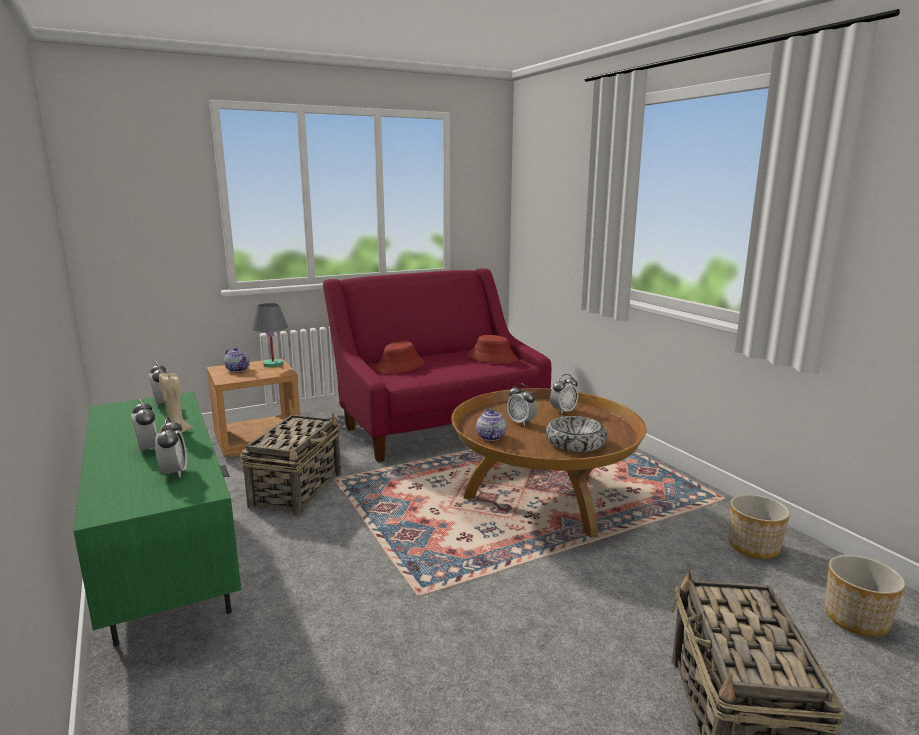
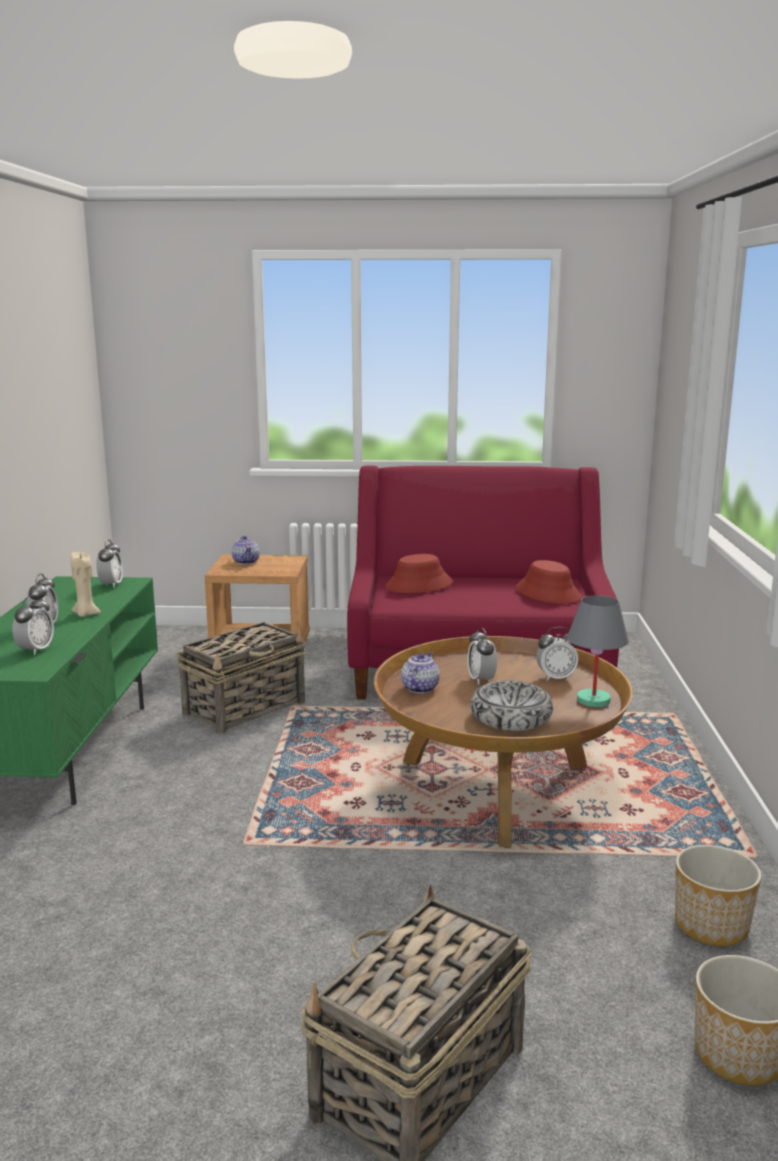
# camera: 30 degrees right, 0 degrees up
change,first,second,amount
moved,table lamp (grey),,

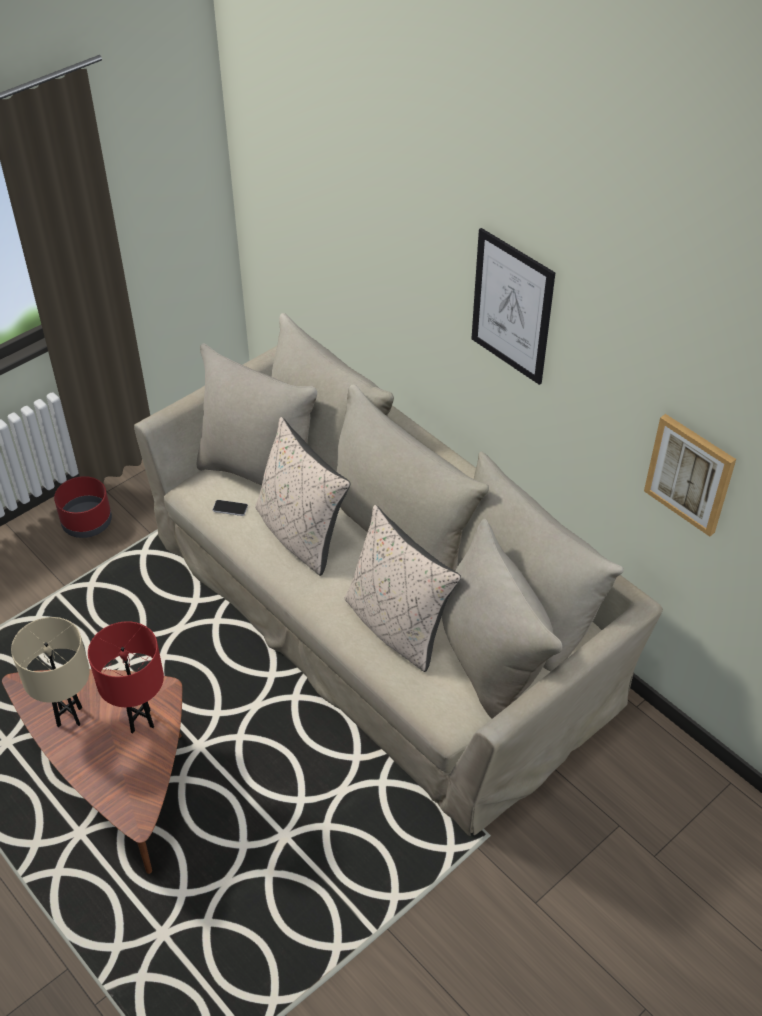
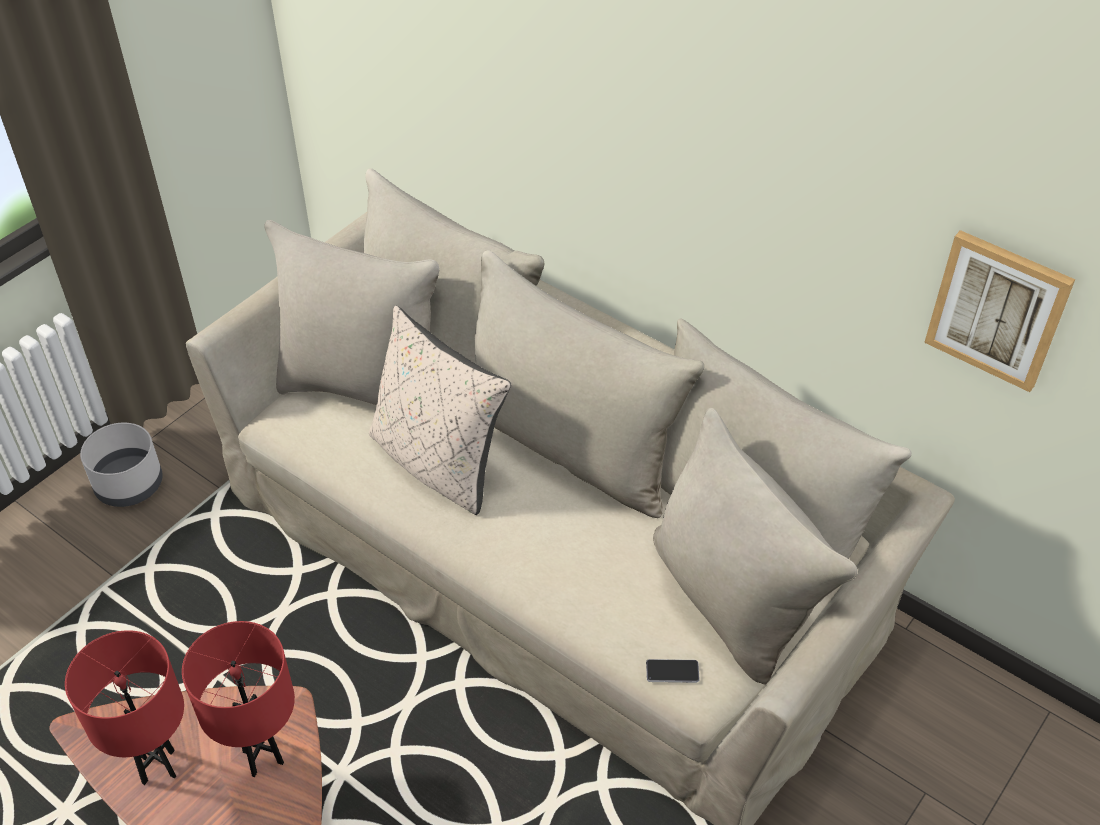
# camera: 10 degrees left, 0 degrees up
change,first,second,amount
recoloured,table lamp (beige),table lamp (red) (1st from left),
recoloured,planter (red),planter (grey),
moved,phone,,
removed,pillow (beige) (2nd from left),,
removed,picture (1st from left),,

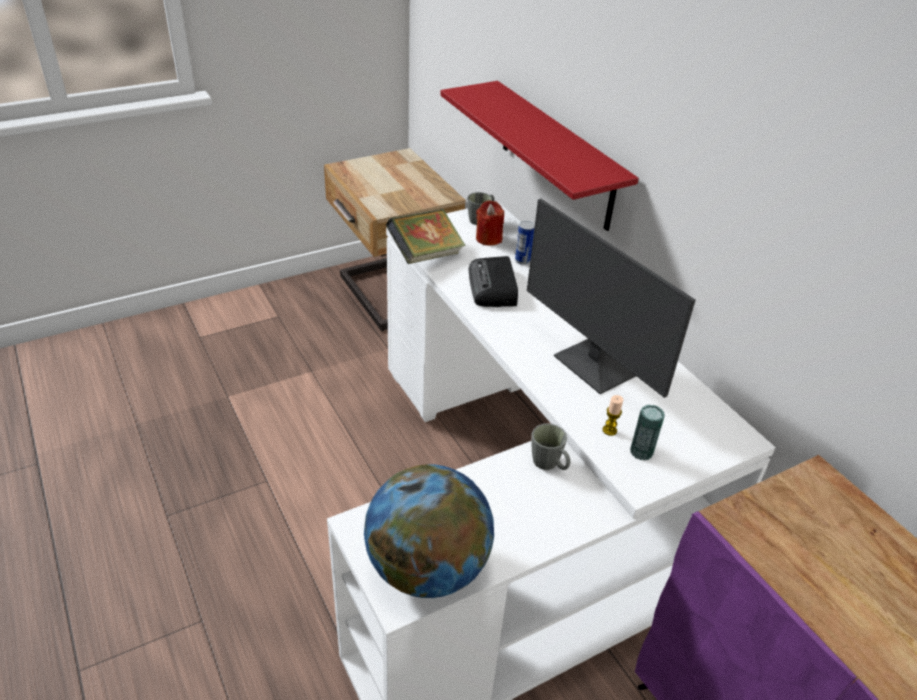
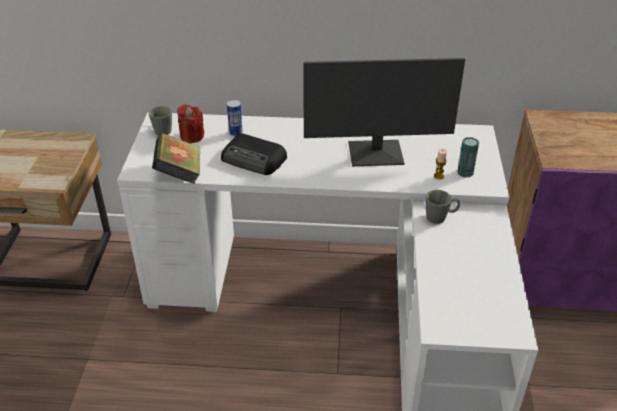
# camera: 55 degrees left, 0 degrees up
change,first,second,amount
removed,globe,,
removed,shelf (red),,

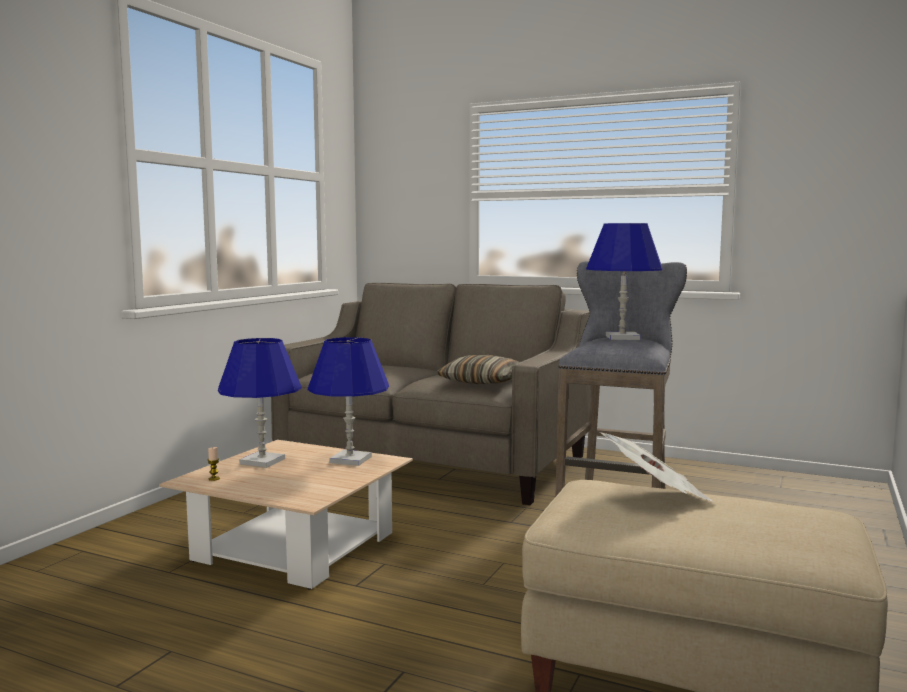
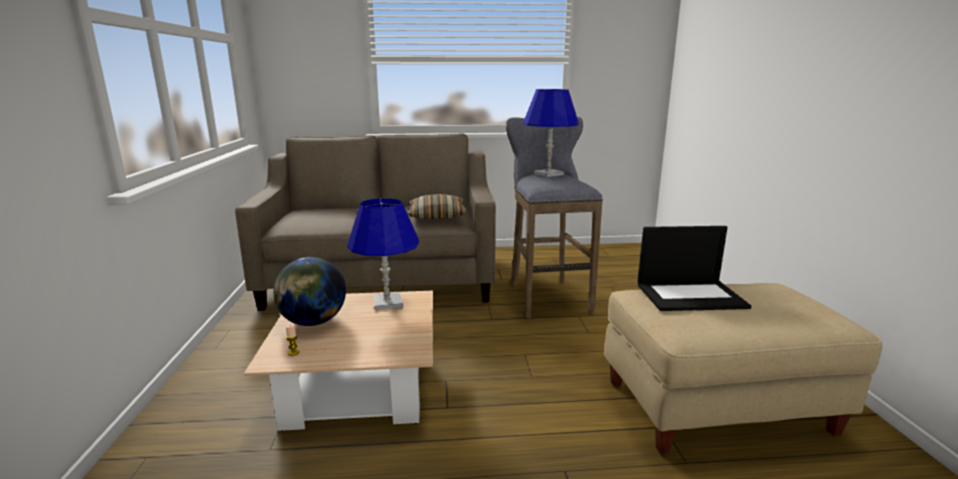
# camera: 30 degrees left, 10 degrees up
change,first,second,amount
replaced,table lamp (blue) (1st from left),globe,
replaced,newspaper,laptop,

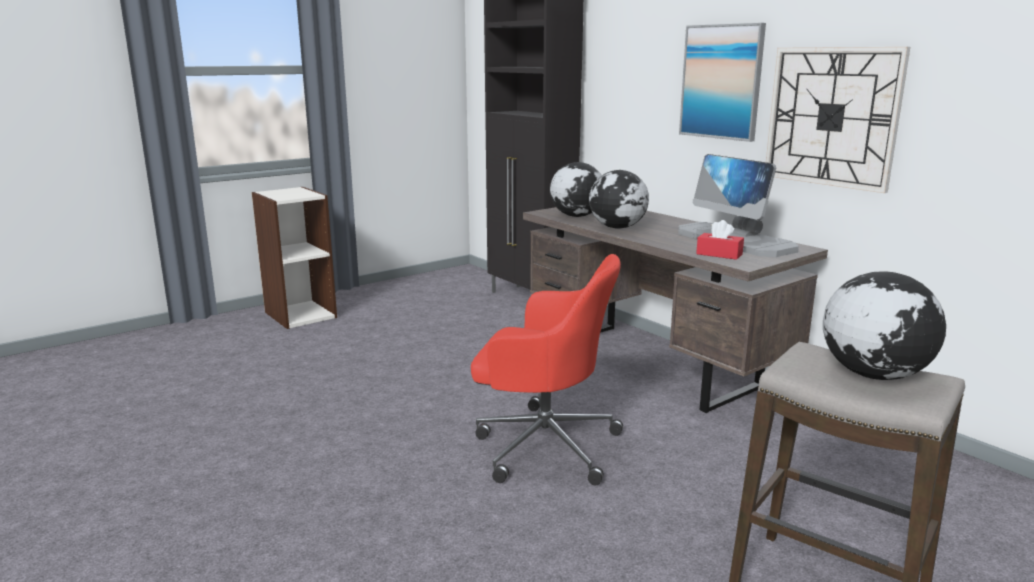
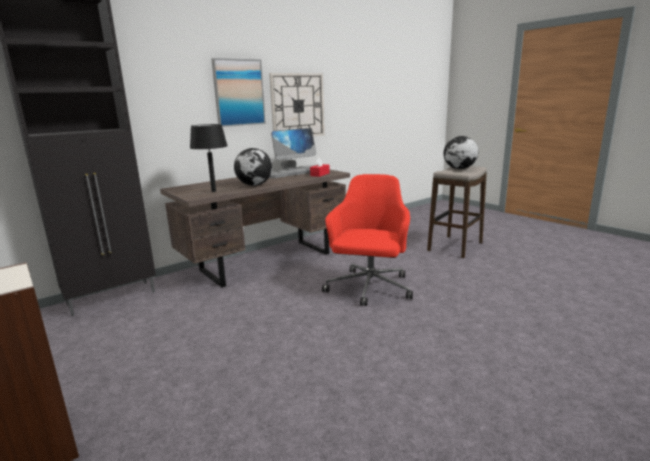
# camera: 90 degrees left, 0 degrees up
change,first,second,amount
replaced,globe (1st from left),table lamp (black),

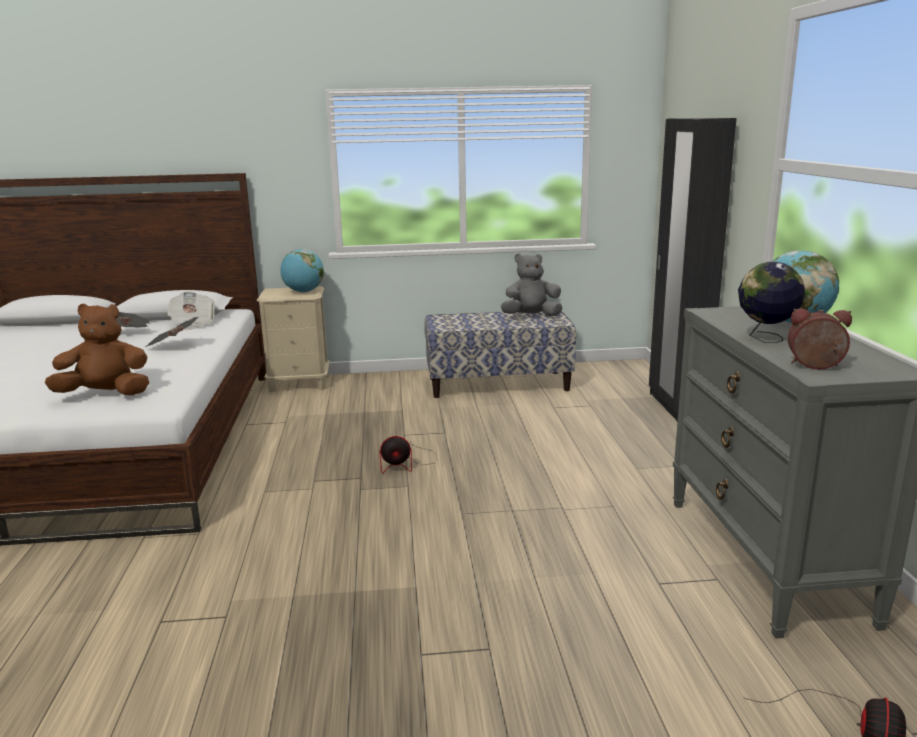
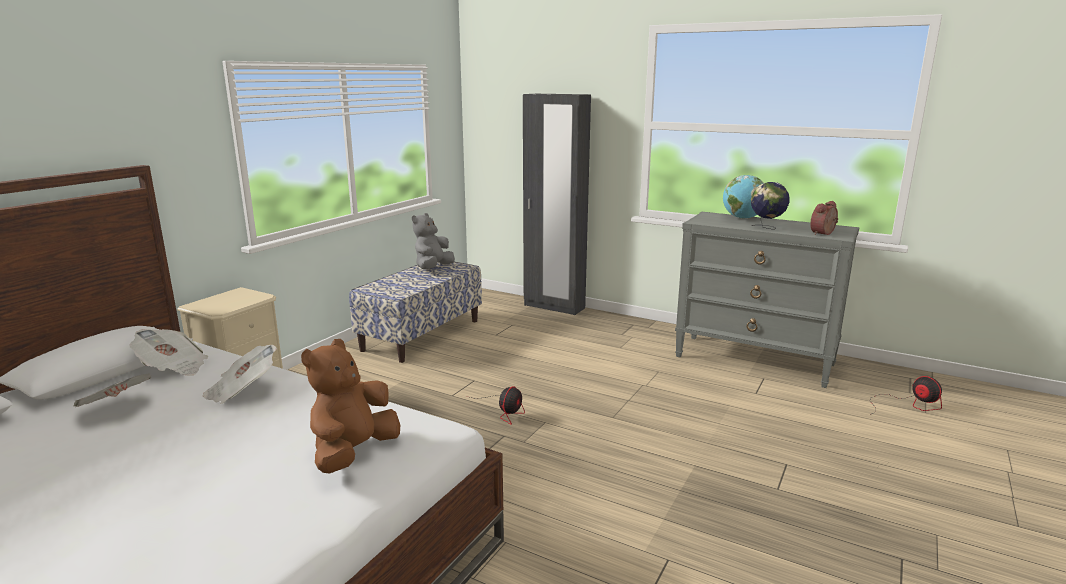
# camera: 55 degrees left, 0 degrees up
change,first,second,amount
removed,globe (1st from left),,

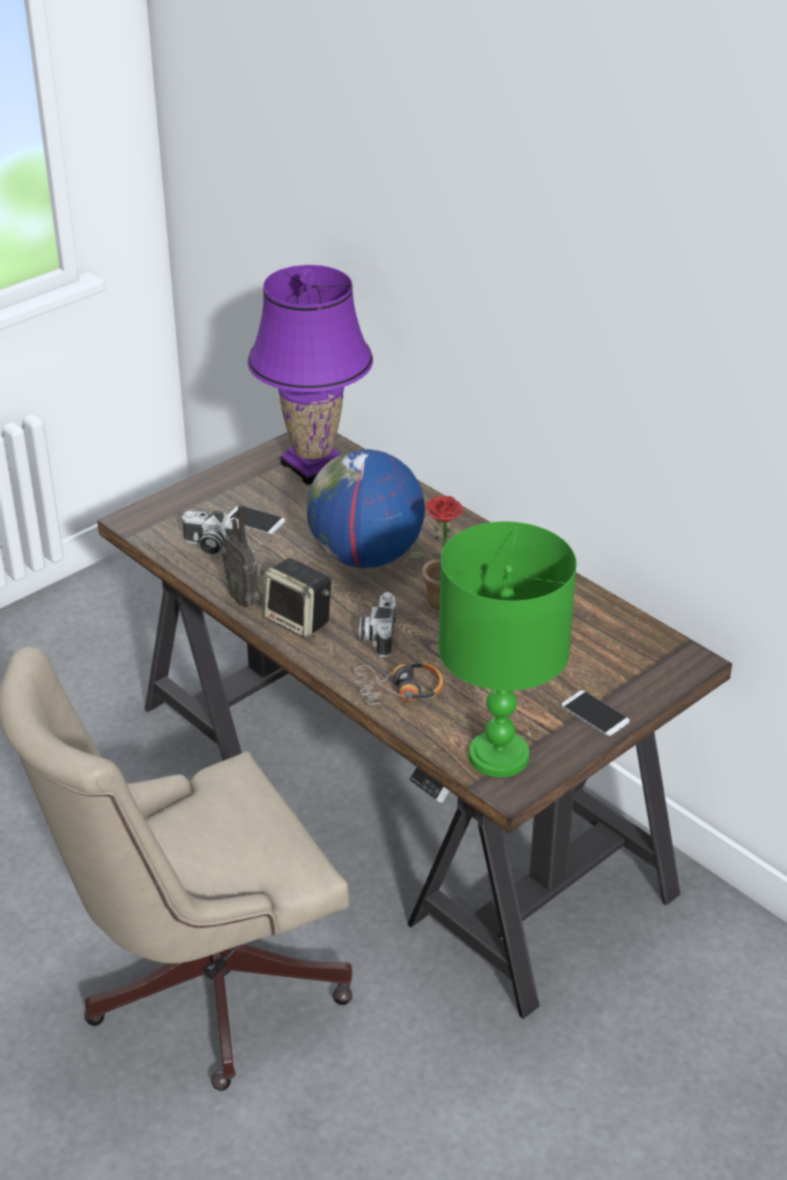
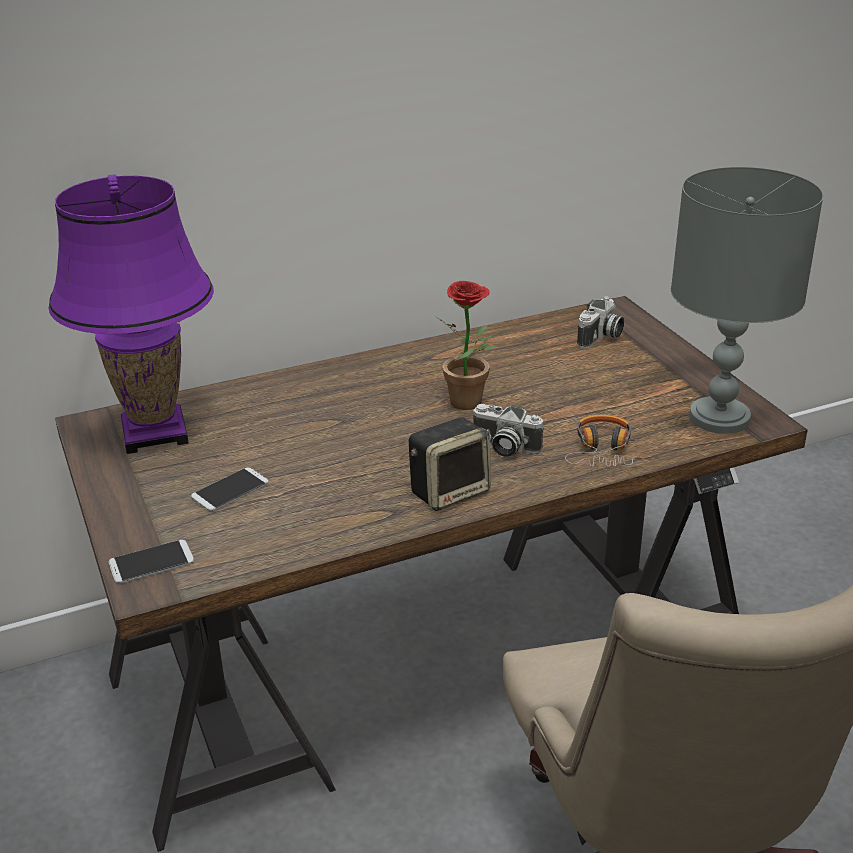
# camera: 70 degrees left, 5 degrees down
change,first,second,amount
moved,phone (2nd from left in the first image),phone (1st from left),
moved,photo camera (1st from left in the first image),photo camera (2nd from left),
recoloured,table lamp (green),table lamp (grey),
removed,radio,,
removed,globe,,

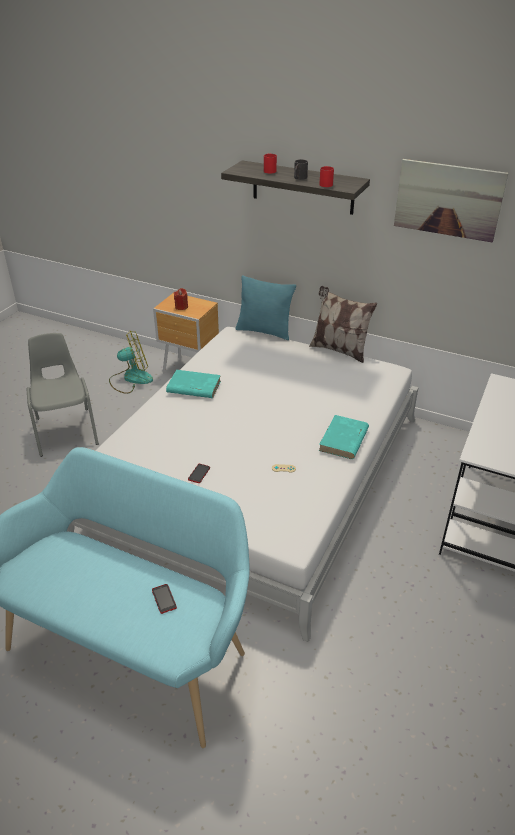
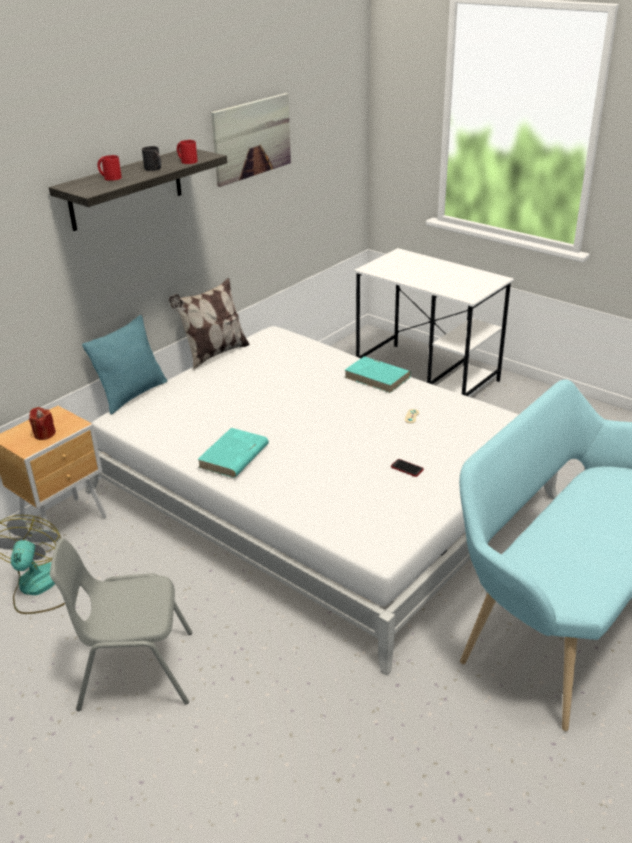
# camera: 75 degrees left, 5 degrees down
change,first,second,amount
removed,phone (1st from left),,

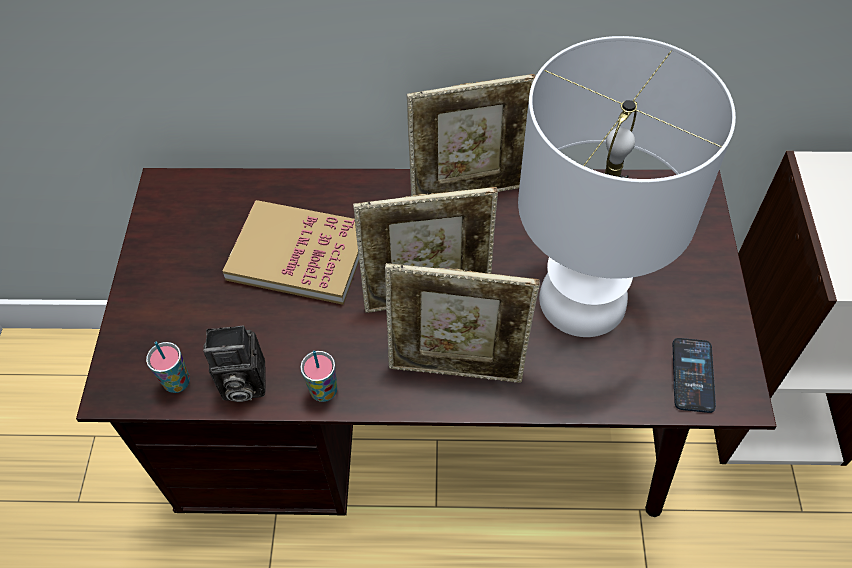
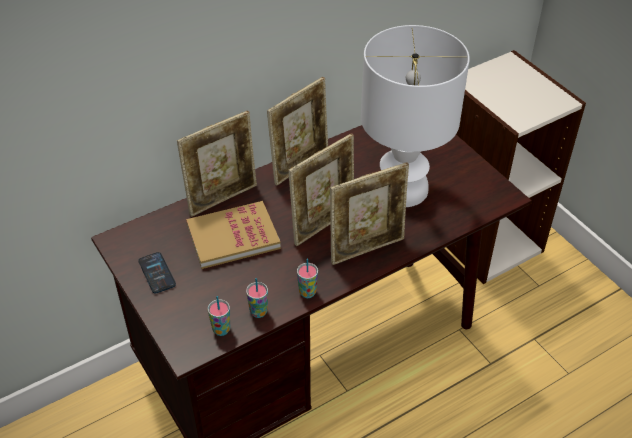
# camera: 35 degrees left, 10 degrees down
change,first,second,amount
moved,phone,,
added,,picture frame (1st from left),
replaced,photo camera,cup (2nd from left),

